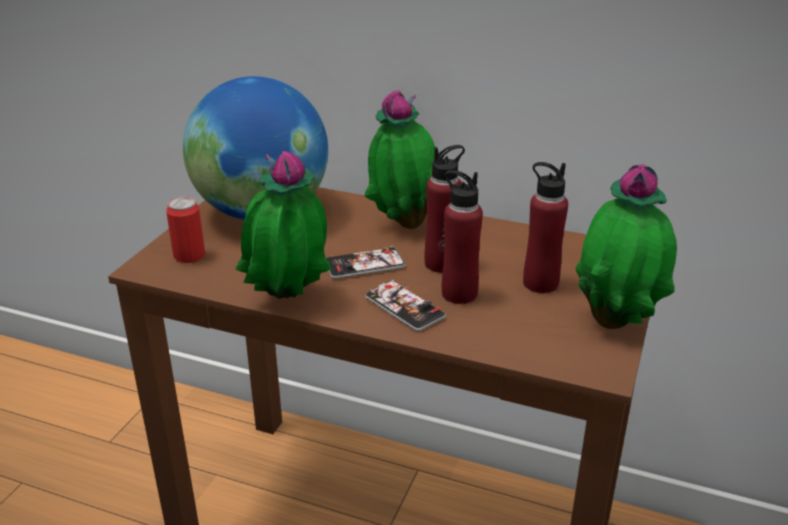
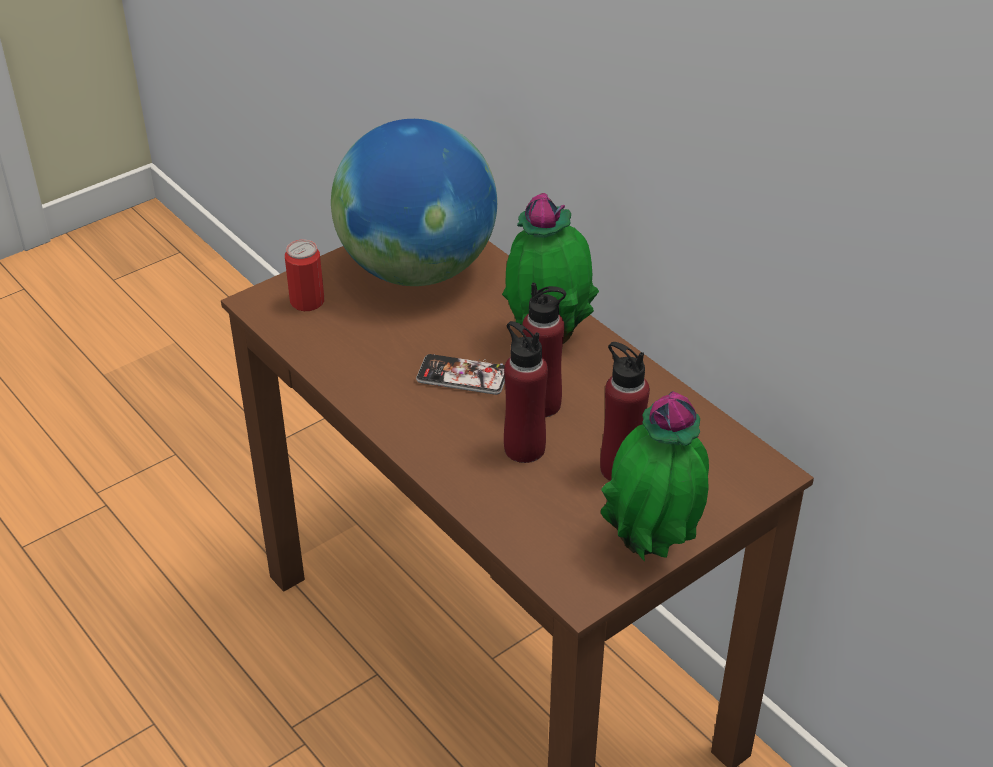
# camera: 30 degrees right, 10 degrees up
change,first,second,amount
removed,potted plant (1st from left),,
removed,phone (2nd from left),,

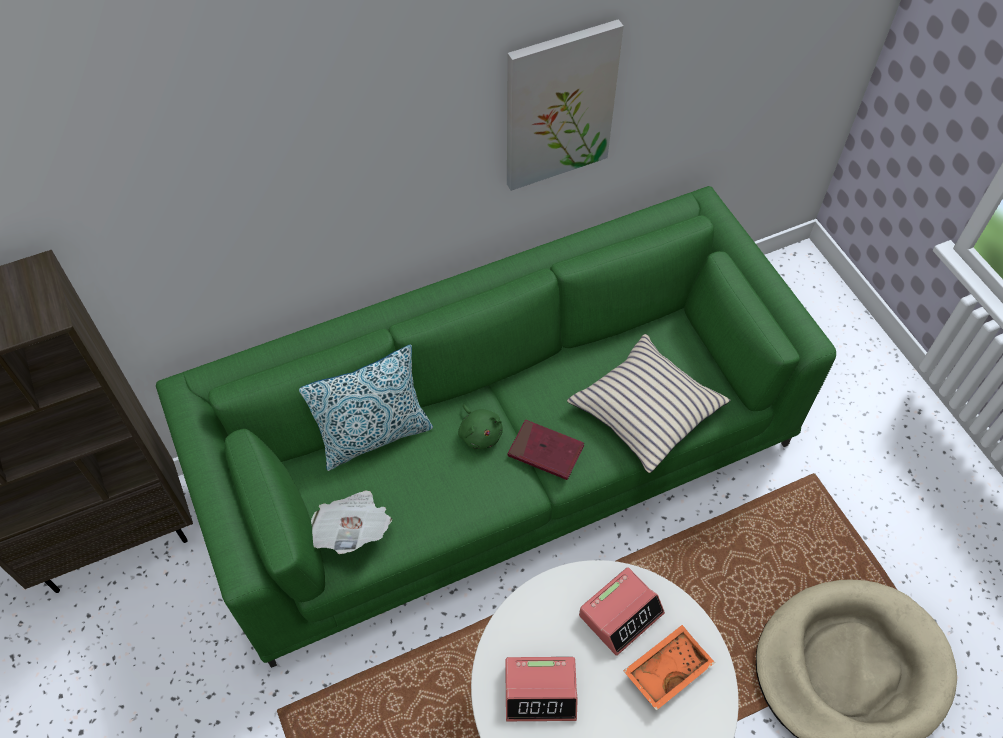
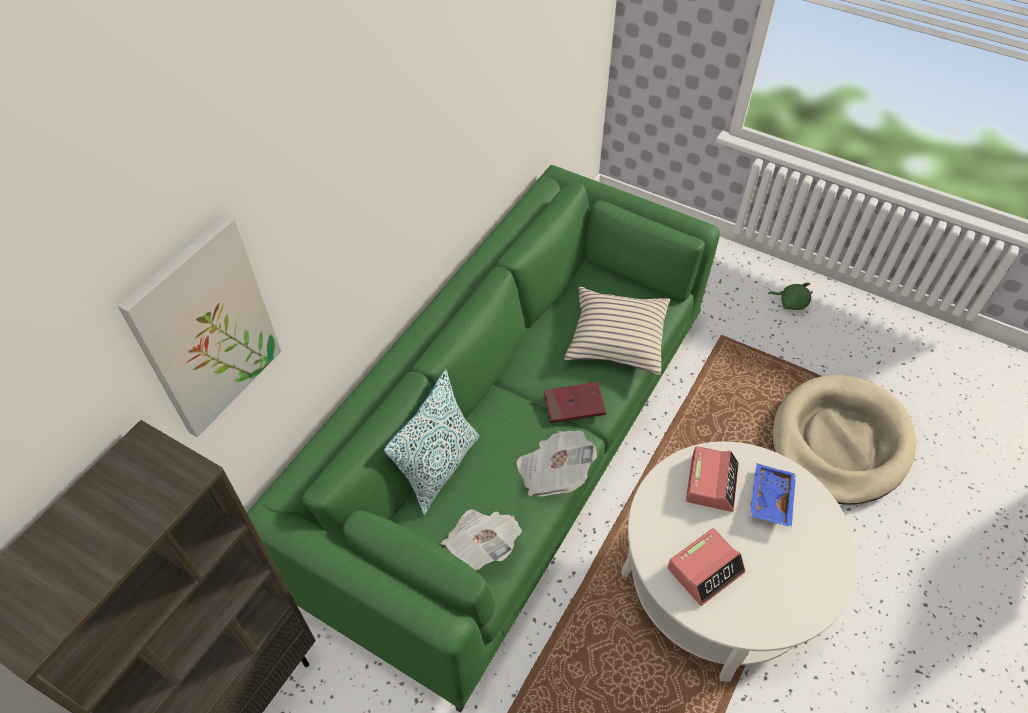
# camera: 35 degrees left, 5 degrees down
change,first,second,amount
moved,picture,,
added,,newspaper (2nd from left),
recoloured,tray (orange),tray (blue),
moved,plush toy (green),,

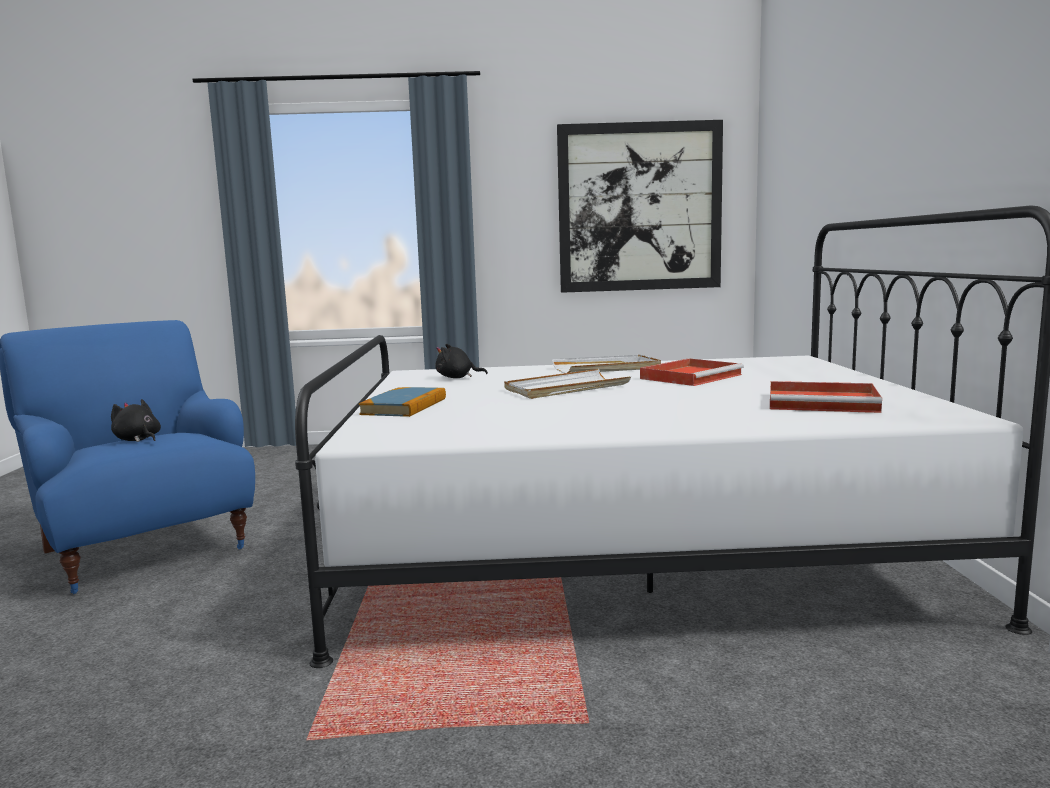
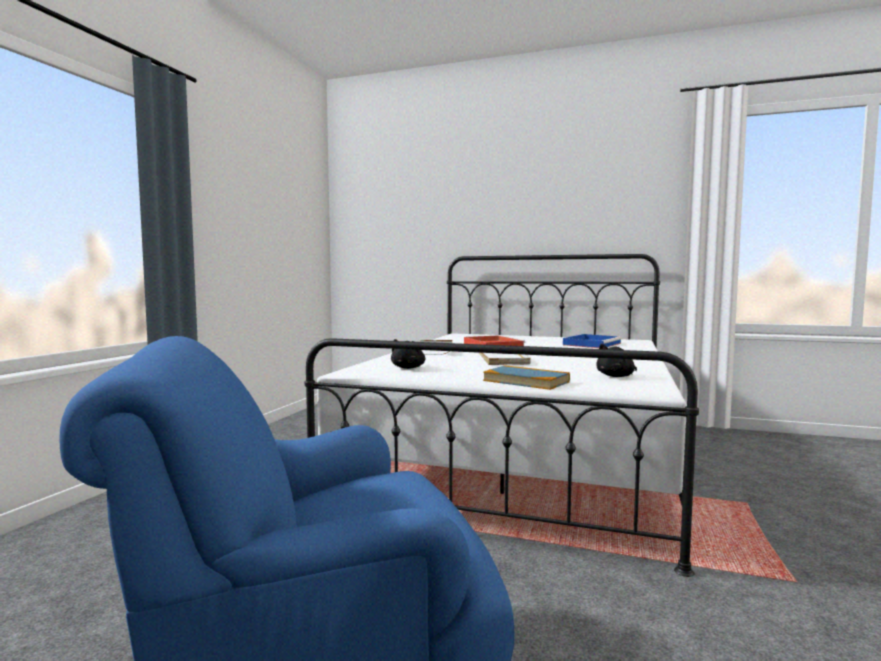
# camera: 70 degrees left, 5 degrees down
change,first,second,amount
recoloured,tray (red) (2nd from left),tray (blue),
moved,plush toy (black) (1st from left in the first image),plush toy (black) (2nd from left),
removed,picture,,

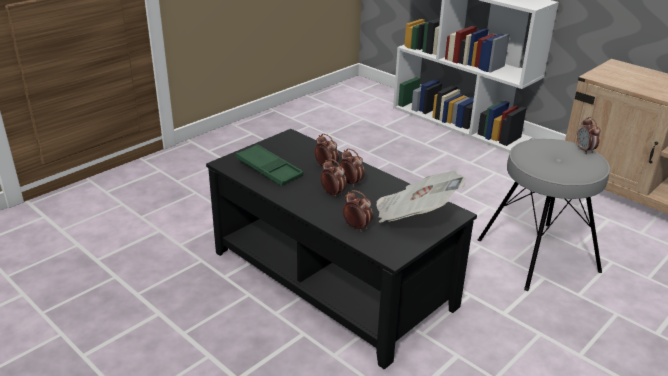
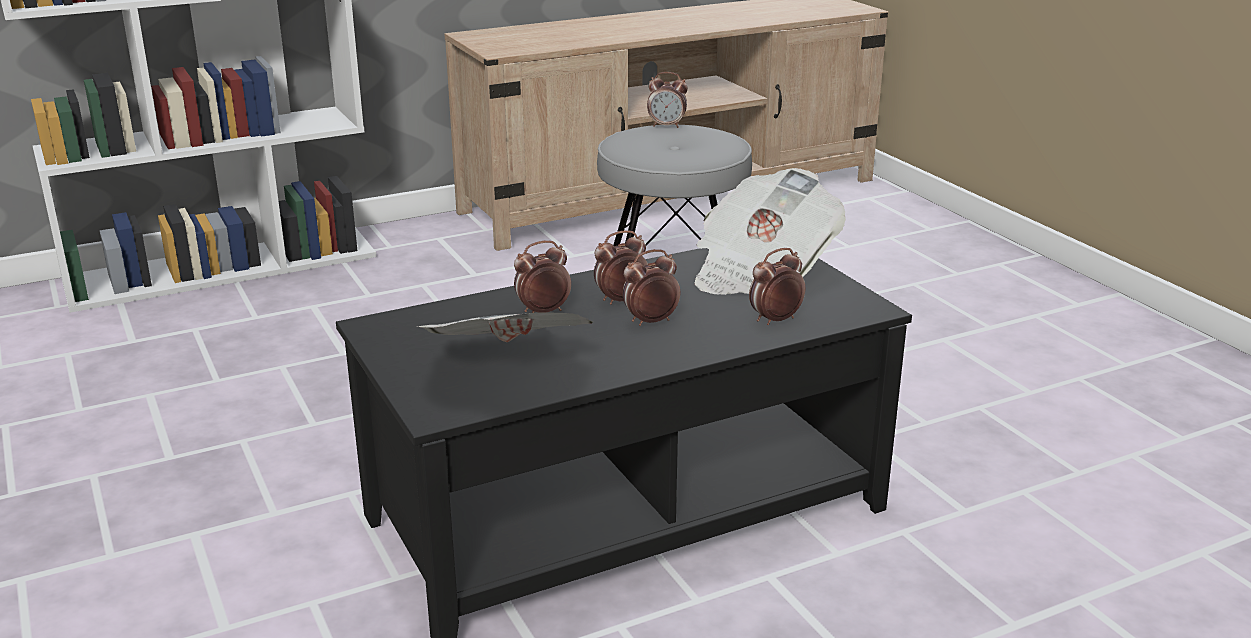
# camera: 70 degrees left, 5 degrees down
change,first,second,amount
replaced,tray (green),newspaper (1st from left),

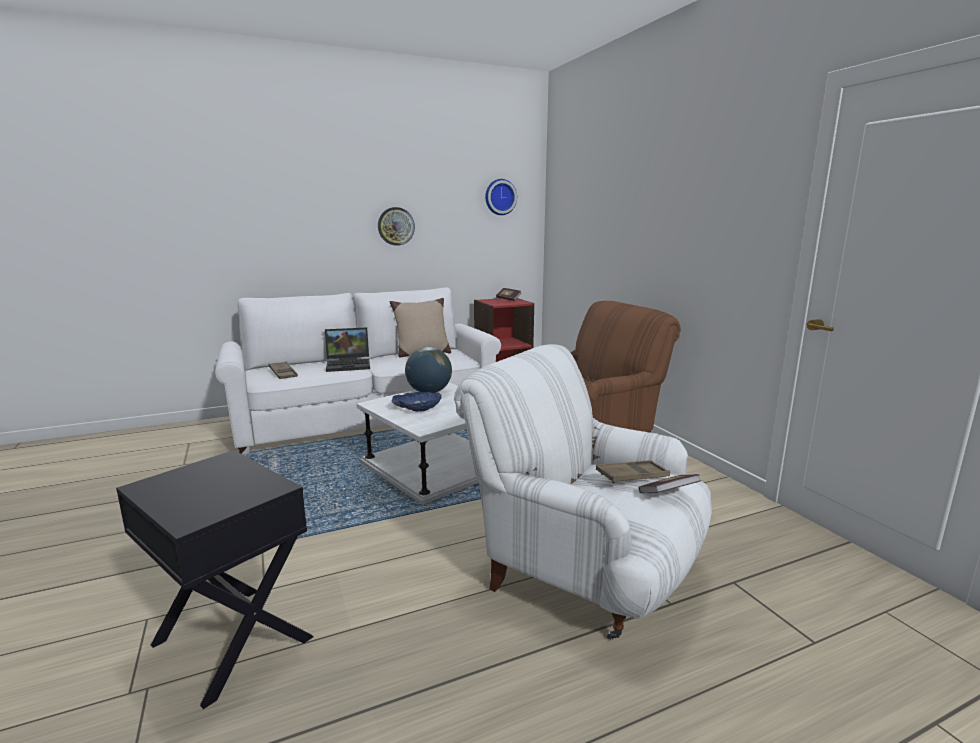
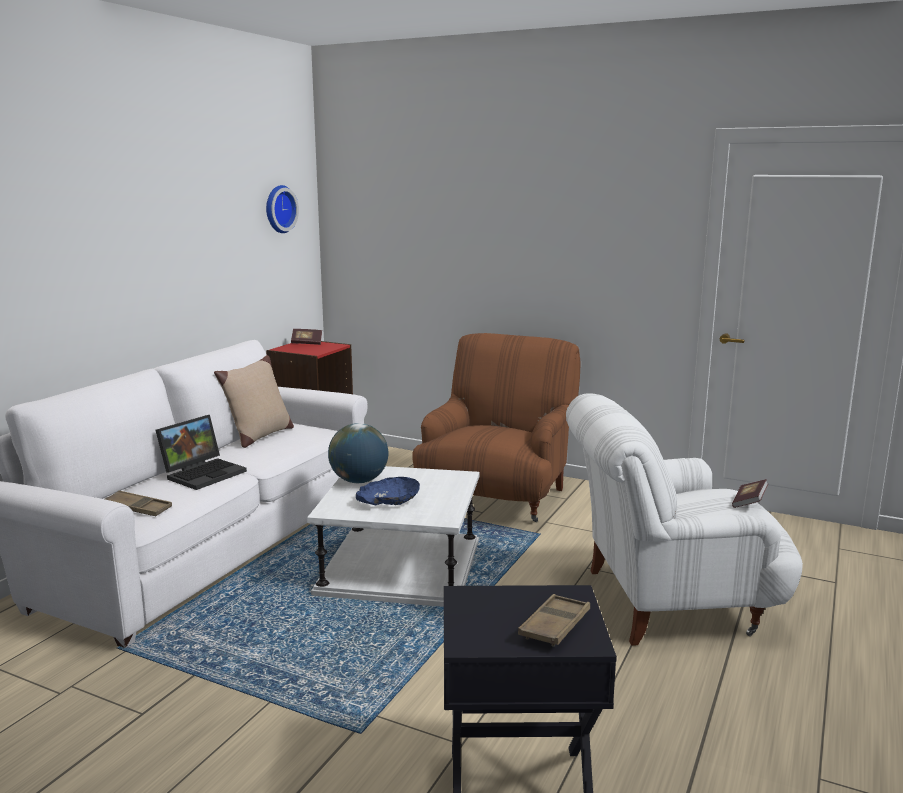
# camera: 40 degrees left, 0 degrees up
change,first,second,amount
moved,tray (brown) (2nd from left),,
removed,wall clock (1st from left),,

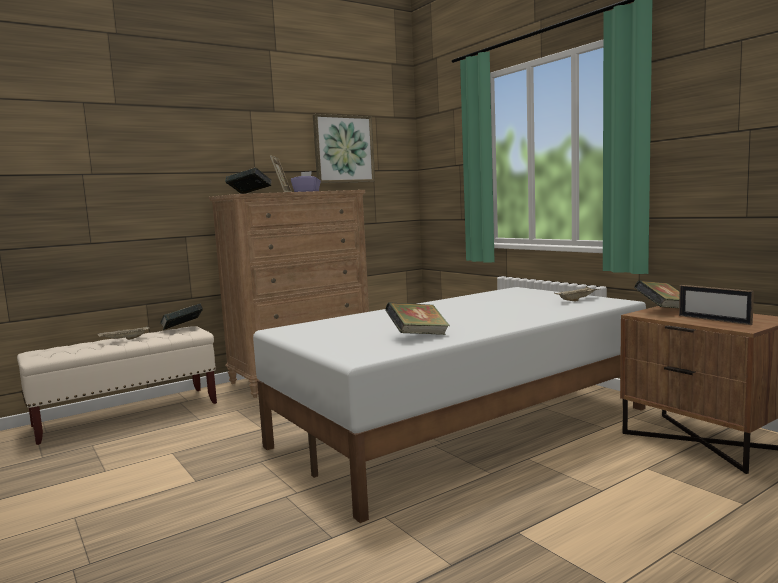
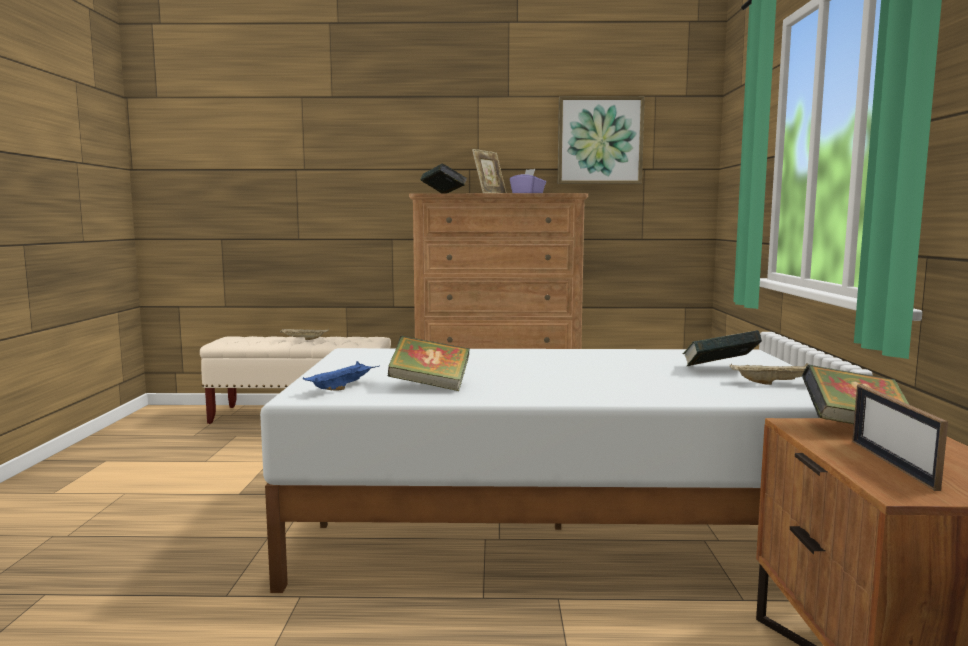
# camera: 35 degrees right, 0 degrees up
change,first,second,amount
added,,tray (blue),
moved,book (1st from left in the first image),book (3rd from left),

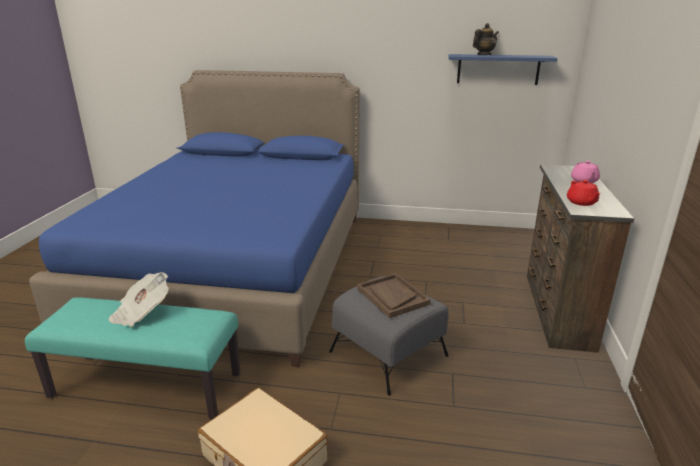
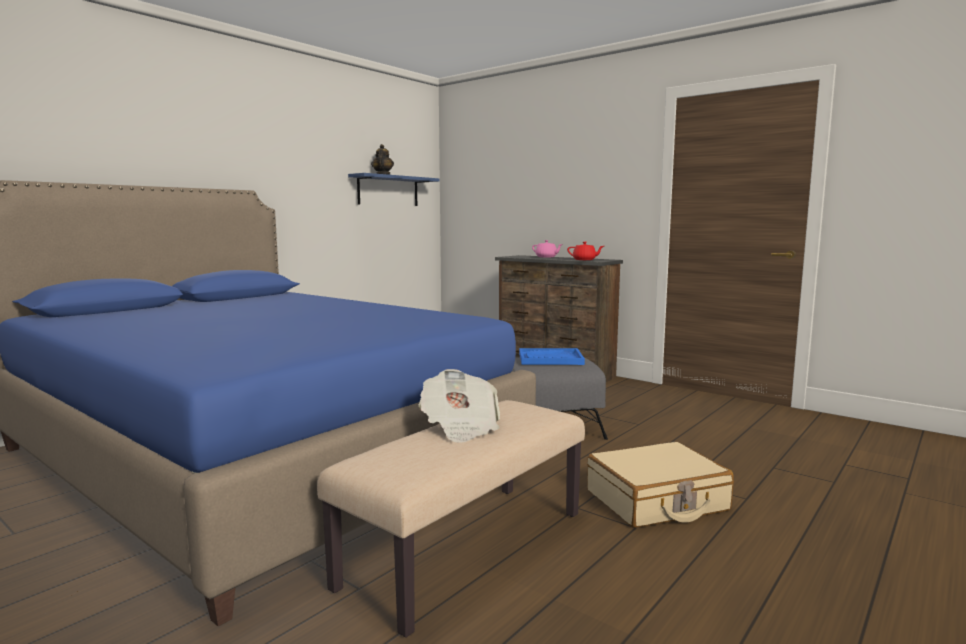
# camera: 60 degrees left, 15 degrees down
change,first,second,amount
recoloured,bench (turquoise),bench (beige),
recoloured,tray (brown),tray (blue),

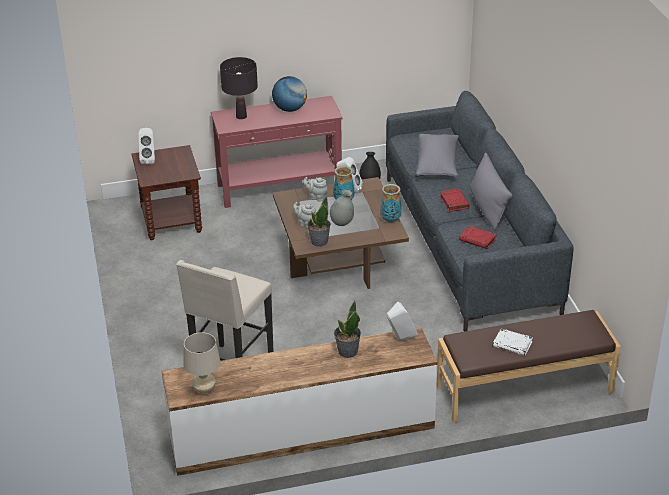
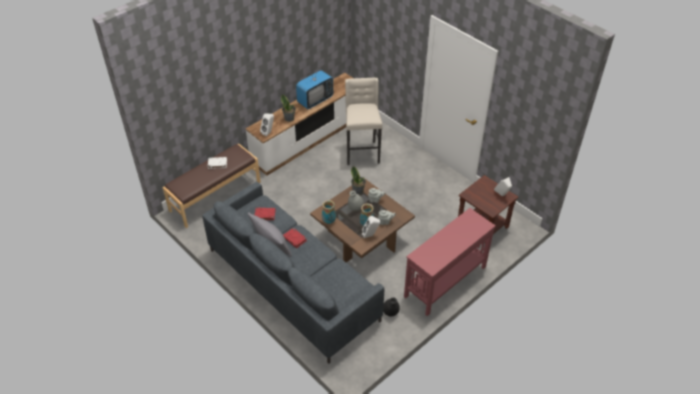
# camera: 150 degrees right, 10 degrees up
change,first,second,amount
added,,television,
removed,table lamp (beige),,
removed,table lamp (black),,
removed,globe,,
removed,pillow (grey) (1st from left),,

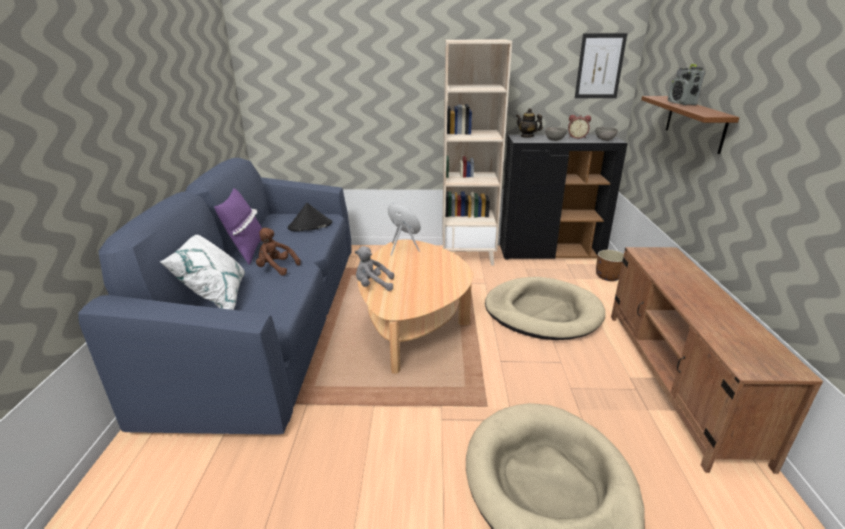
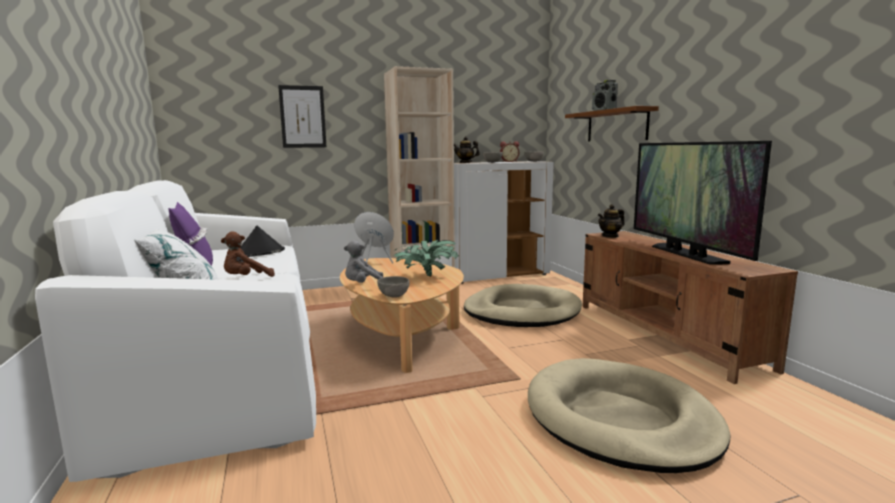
# camera: 20 degrees left, 15 degrees down
change,first,second,amount
recoloured,sofa (blue),sofa (white),
turned,plush toy (brown),,45 degrees counterclockwise
moved,picture,,
added,,bowl (grey) (1st from left),
added,,potted plant,
recoloured,cabinet (black),cabinet (white),
added,,teapot (2nd from left),
added,,television,
removed,planter (brown),,

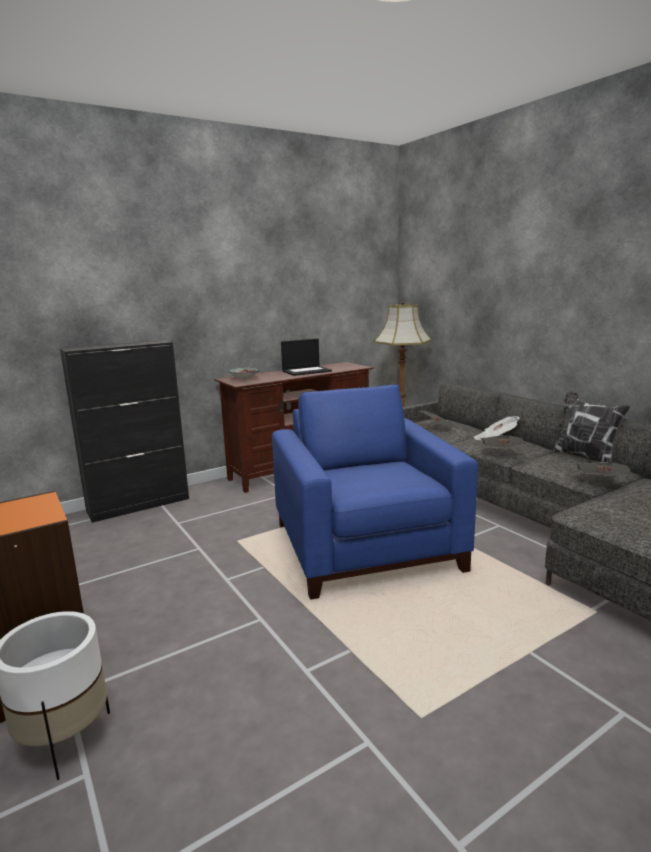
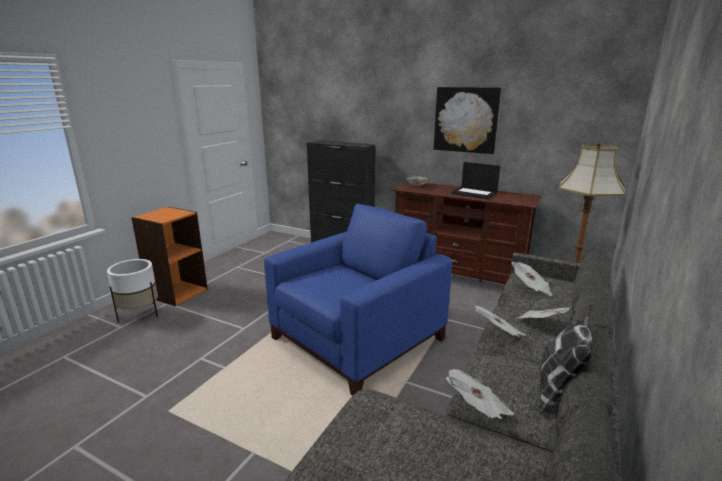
# camera: 60 degrees right, 5 degrees up
change,first,second,amount
added,,picture,

